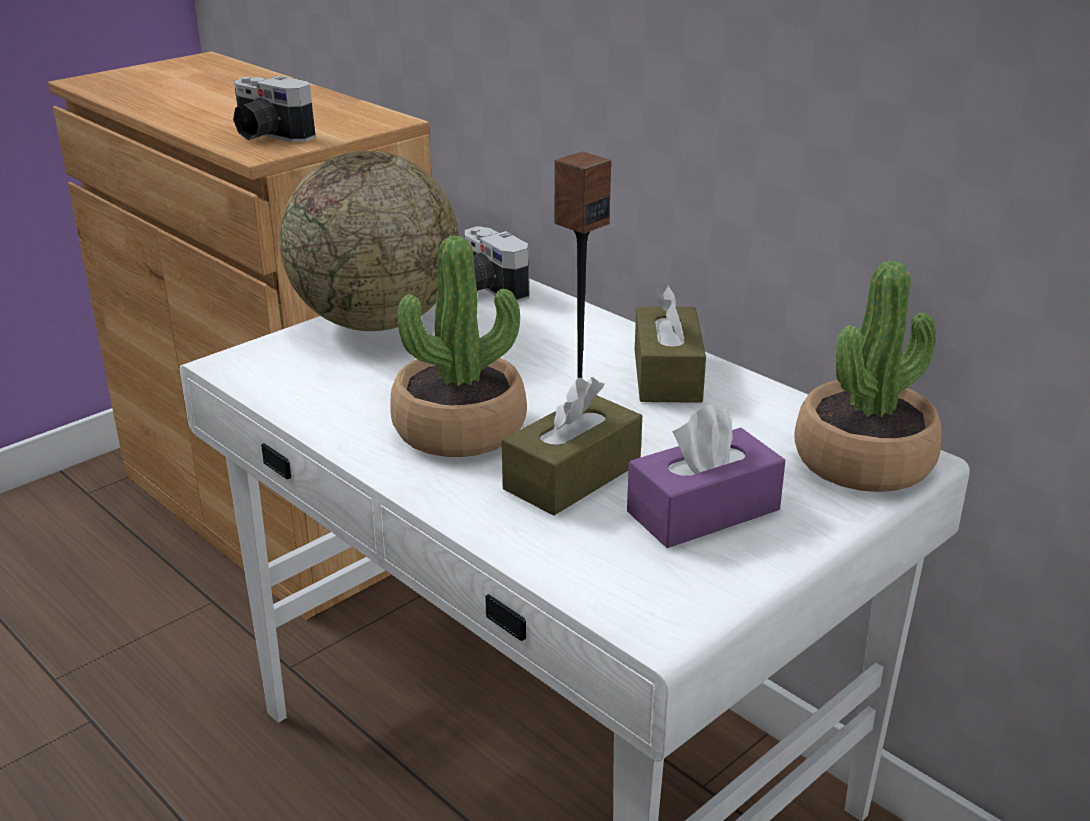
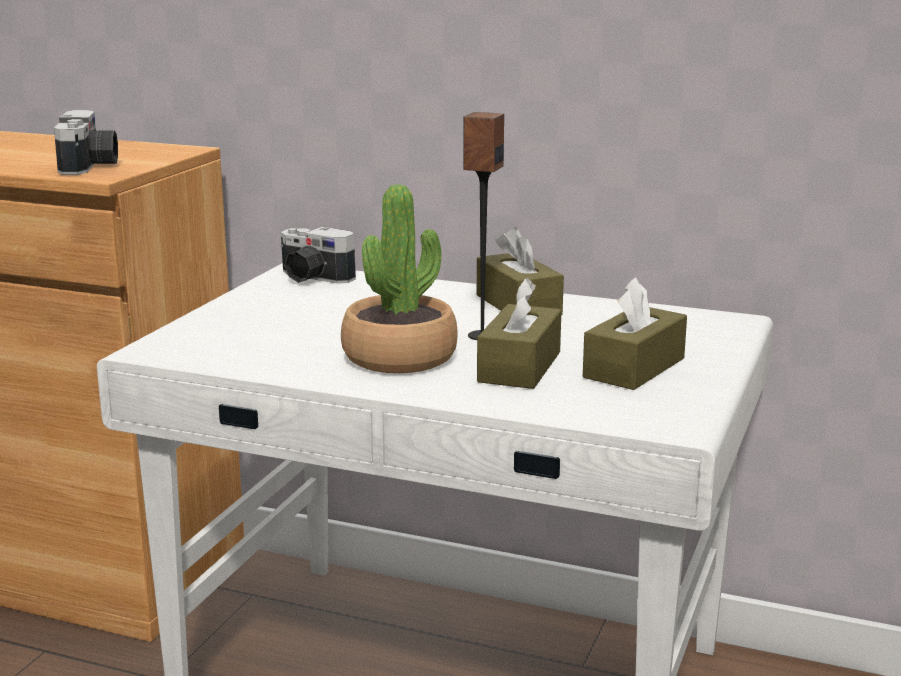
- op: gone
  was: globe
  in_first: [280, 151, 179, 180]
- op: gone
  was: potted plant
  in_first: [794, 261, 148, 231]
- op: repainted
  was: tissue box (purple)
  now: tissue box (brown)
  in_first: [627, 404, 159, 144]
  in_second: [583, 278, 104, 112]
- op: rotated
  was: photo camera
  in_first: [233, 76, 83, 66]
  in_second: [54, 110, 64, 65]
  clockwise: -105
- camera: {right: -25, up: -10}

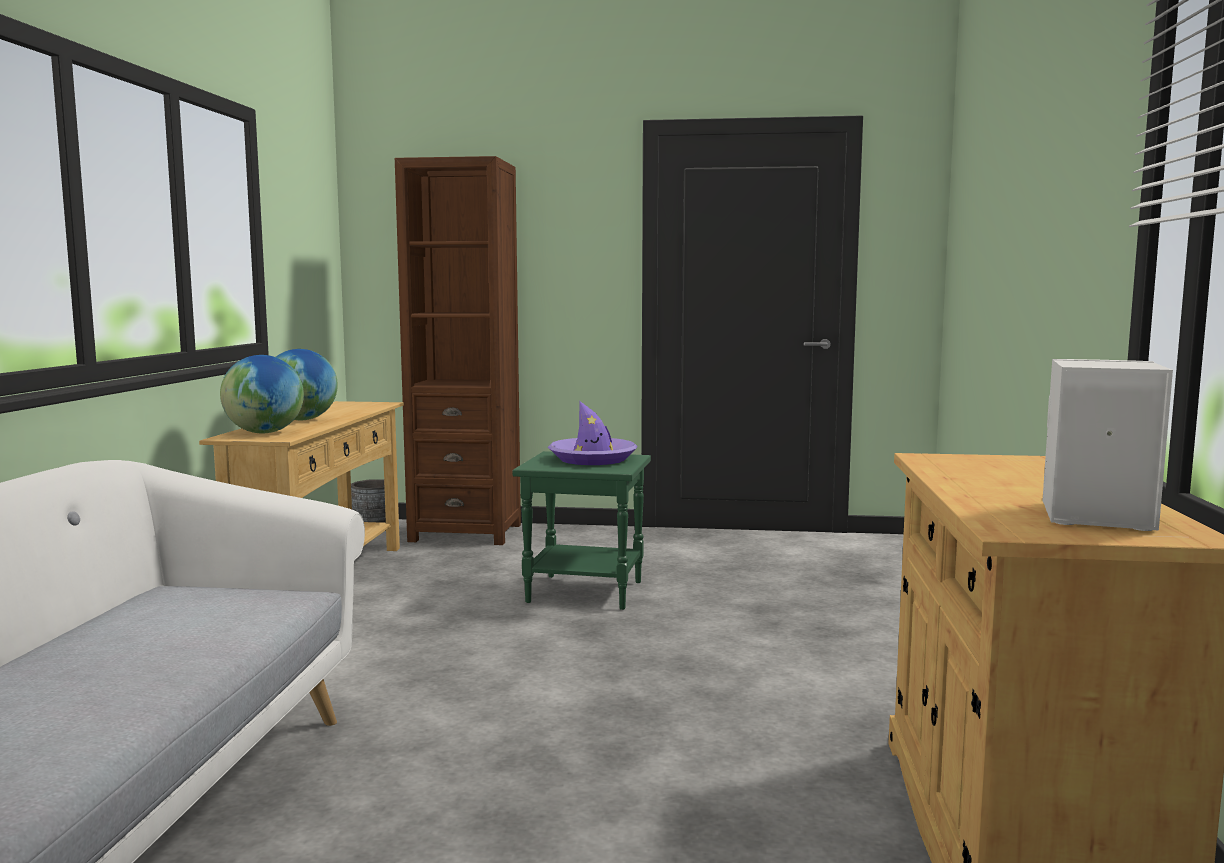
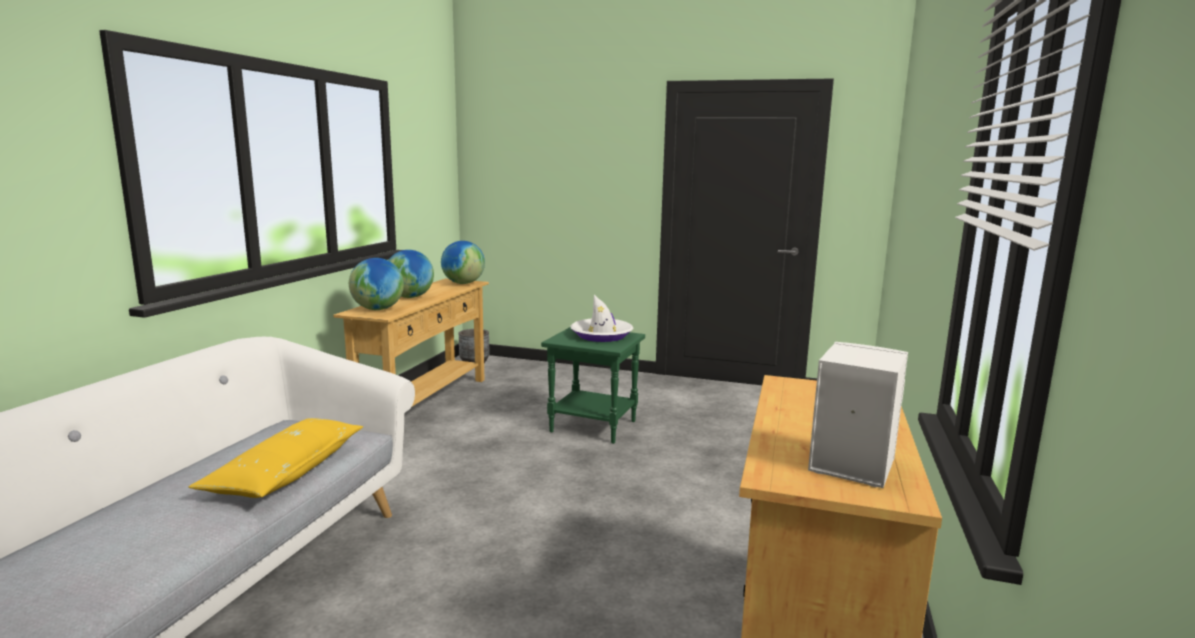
- op: gone
  was: bookcase (brown)
  in_first: [395, 156, 126, 389]
- op: new
  now: pillow (yellow)
  in_second: [188, 418, 175, 80]
- op: new
  now: globe
  in_second: [441, 241, 44, 43]
- op: repainted
  was: hat (purple)
  now: hat (white)
  in_first: [548, 401, 90, 64]
  in_second: [571, 295, 63, 47]
- camera: {right: 10, up: 5}

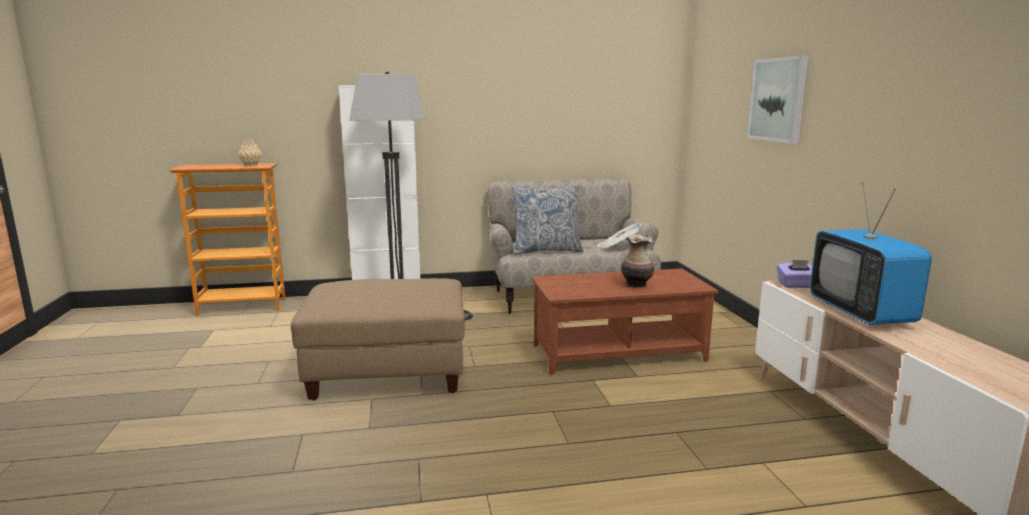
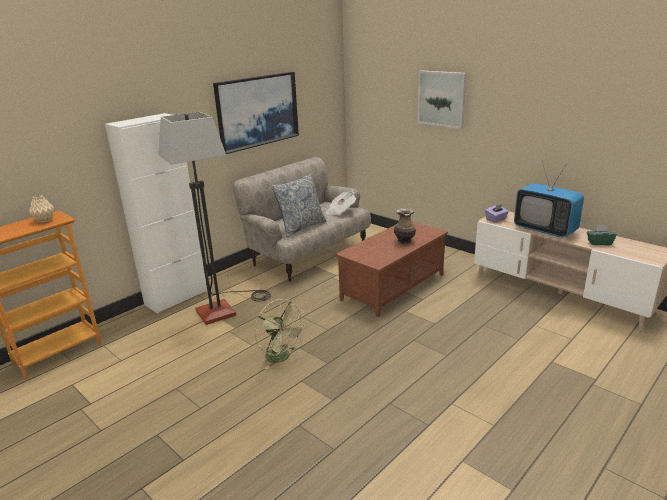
- op: new
  now: picture
  in_second: [213, 72, 86, 82]
- op: new
  now: tissue box (green)
  in_second: [587, 225, 30, 20]
- op: swapped
  was: ottoman (beige)
  now: fan (green)
  in_first: [291, 278, 174, 122]
  in_second: [255, 299, 51, 70]
- camera: {right: -35, up: 10}

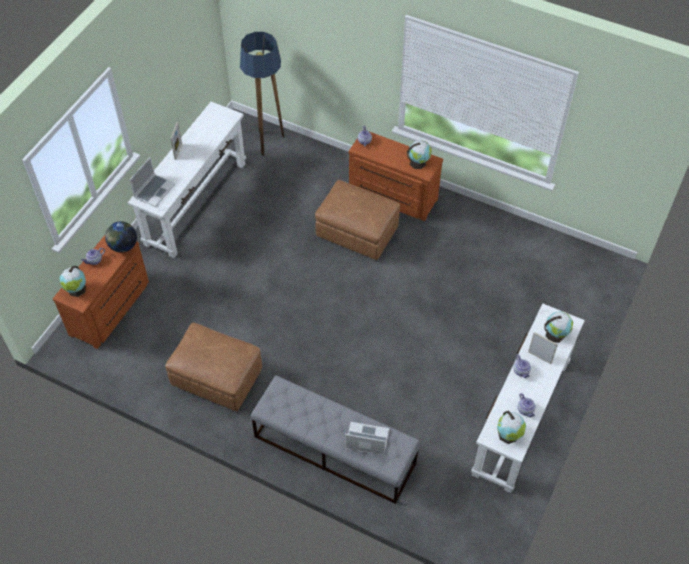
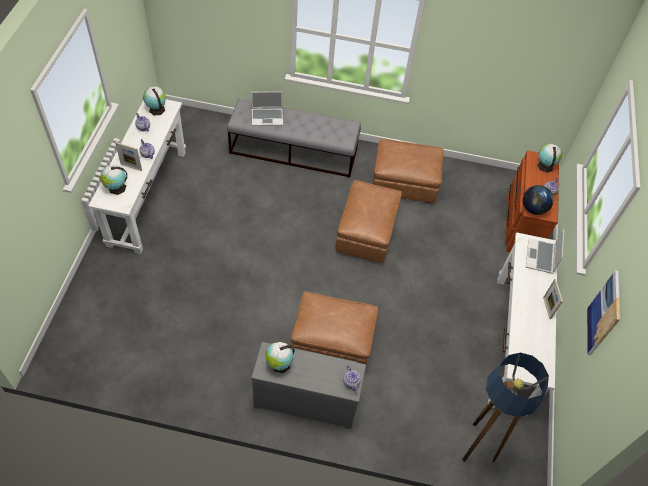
- op: new
  now: ottoman (brown)
  in_second: [335, 180, 67, 83]
- op: new
  now: picture
  in_second: [587, 270, 33, 86]
- op: repainted
  was: dresser (brown)
  now: dresser (grey)
  in_first: [349, 132, 94, 89]
  in_second: [251, 342, 115, 87]
- camera: {right: 160, up: 0}

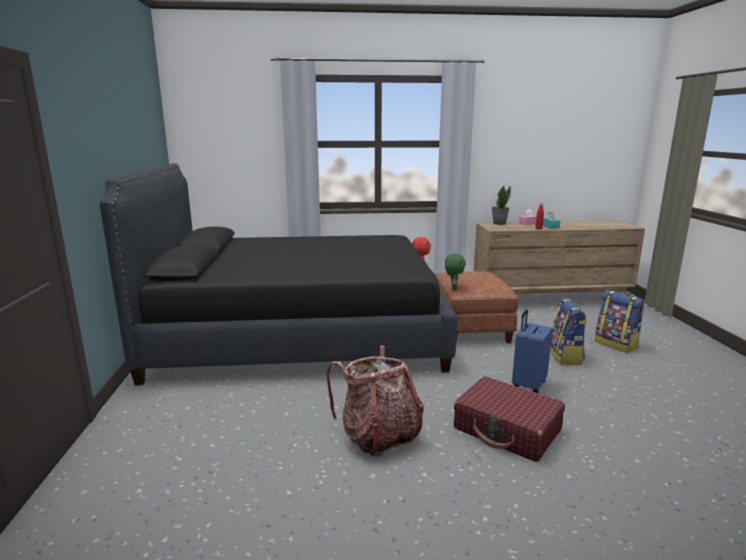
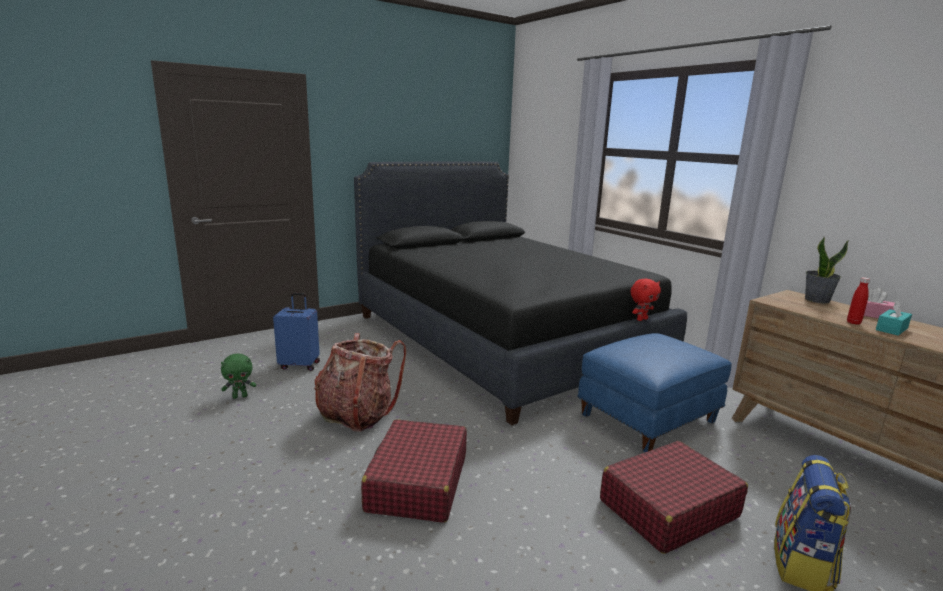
- op: shifted
  was: plush toy (green)
  in_first: [445, 253, 21, 37]
  in_second: [221, 354, 35, 45]
- op: shifted
  was: suitcase (blue)
  in_first: [512, 310, 41, 83]
  in_second: [273, 293, 47, 78]
- op: swapped
  was: backpack
  now: suitcase (red)
  in_first: [550, 298, 37, 67]
  in_second: [600, 441, 148, 113]
- op: repainted
  was: ottoman (brown)
  now: ottoman (blue)
  in_first: [435, 271, 84, 72]
  in_second: [577, 333, 155, 119]
- camera: {right: 60, up: 0}

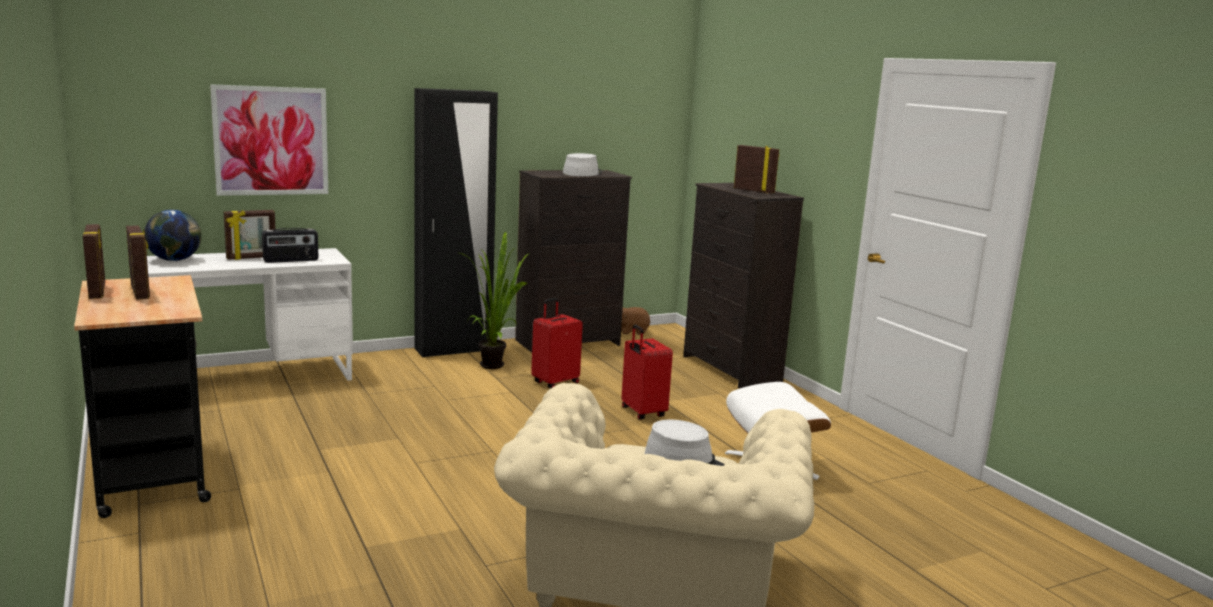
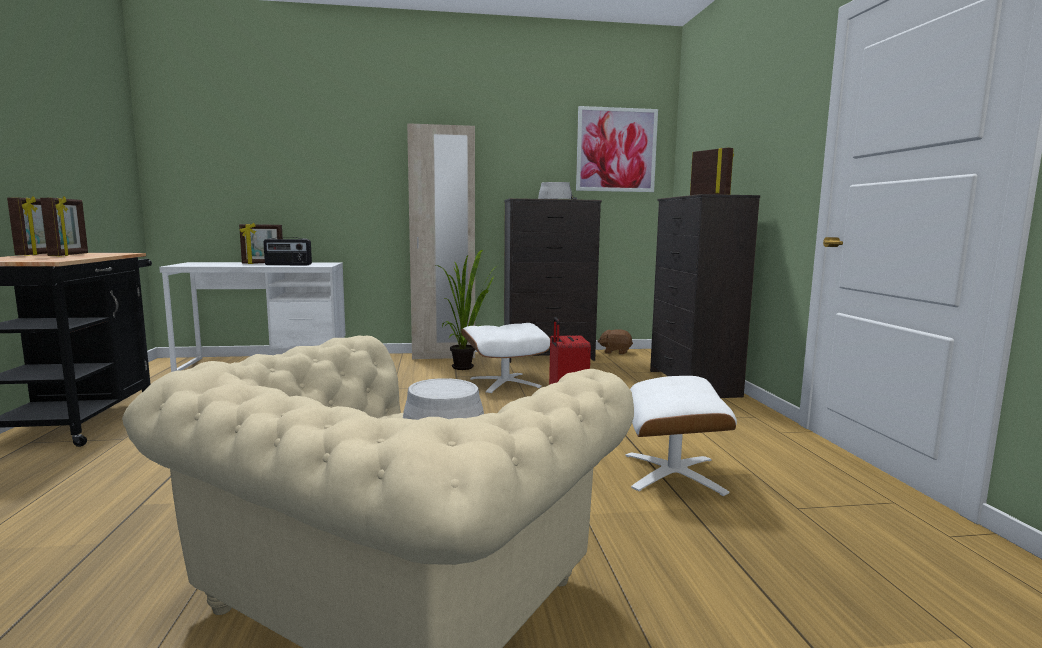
- op: gone
  was: globe
  in_first: [144, 210, 57, 51]
- op: shifted
  was: picture
  in_first: [210, 84, 118, 112]
  in_second: [576, 106, 82, 86]
- op: swapped
  was: suitcase (red)
  now: ottoman (white)
  in_first: [531, 298, 52, 91]
  in_second: [461, 323, 89, 70]
- op: repainted
  was: wardrobe (black)
  now: wardrobe (beige)
  in_first: [414, 88, 84, 269]
  in_second: [407, 123, 68, 236]
- camera: {right: 20, up: -5}

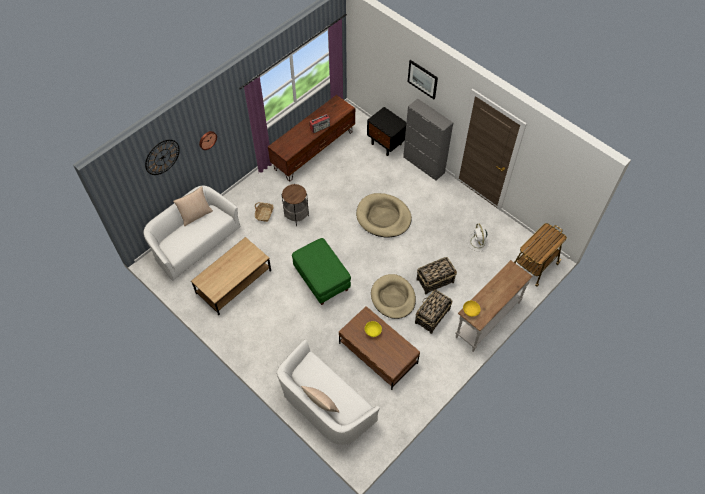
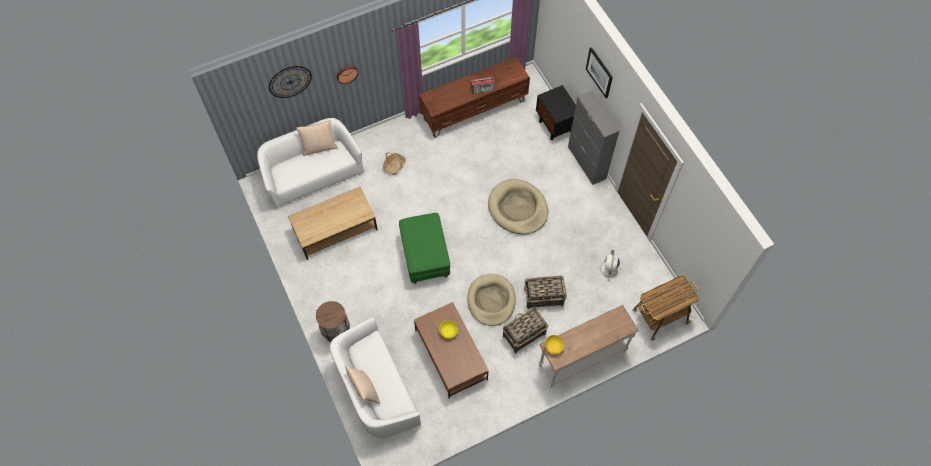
- op: shifted
  was: side table
  in_first: [282, 184, 27, 42]
  in_second: [316, 301, 34, 42]
- camera: {right: 20, up: 5}

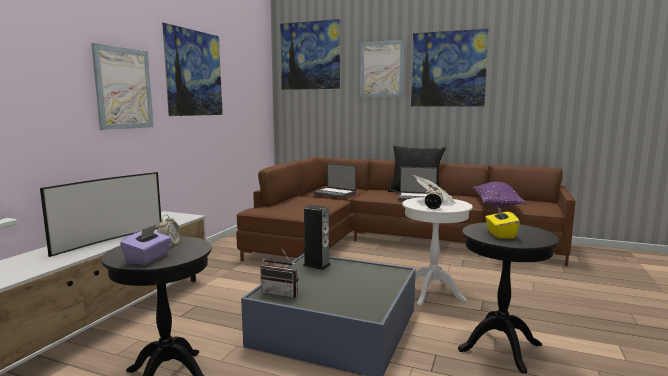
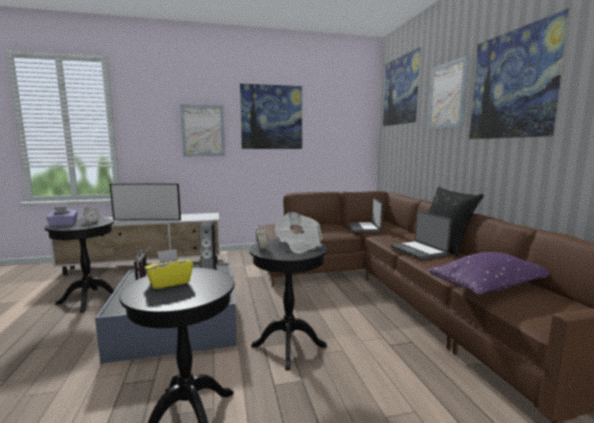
- op: repainted
  was: side table (white)
  now: side table (black)
  in_first: [402, 197, 71, 109]
  in_second: [249, 238, 79, 132]
- camera: {right: 55, up: 0}

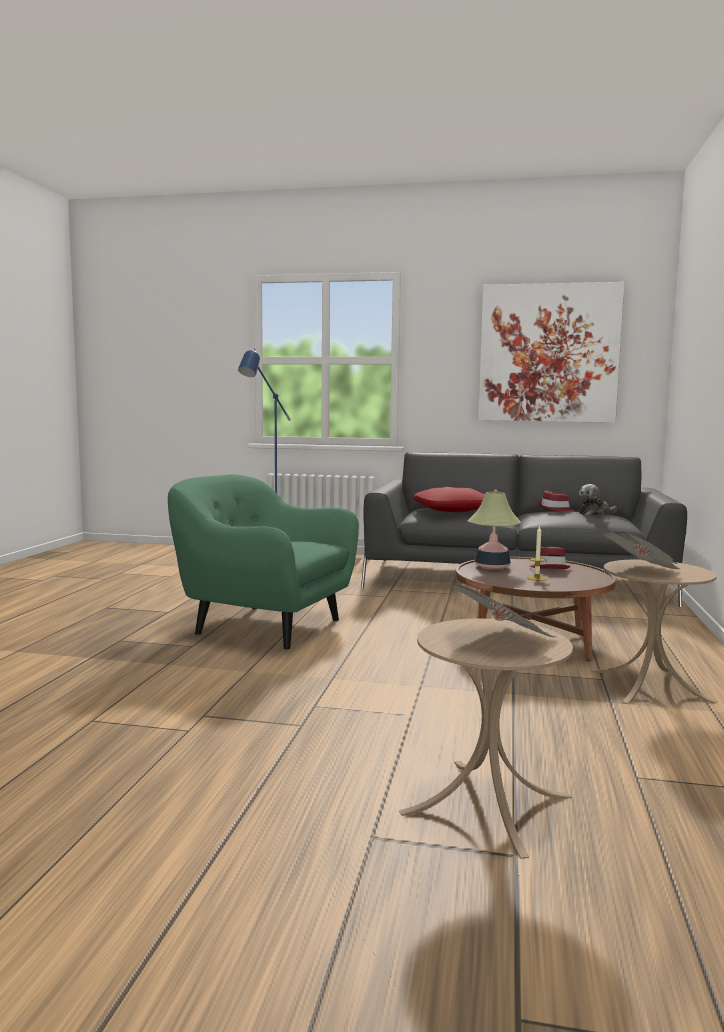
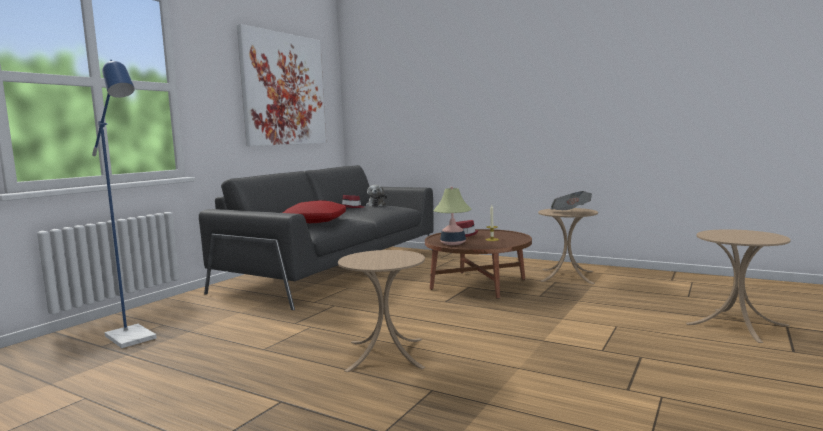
- op: gone
  was: newspaper
  in_first: [449, 585, 106, 52]
- op: swapped
  was: armchair (green)
  now: side table (beige)
  in_first: [168, 474, 191, 176]
  in_second: [338, 250, 87, 122]
- camera: {right: -70, up: 0}

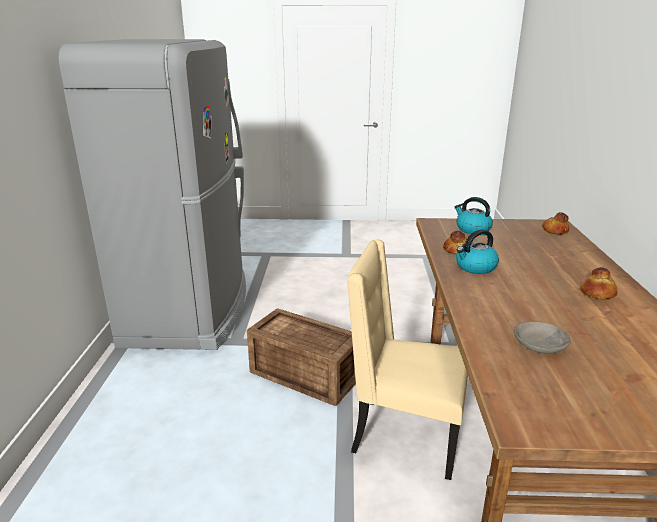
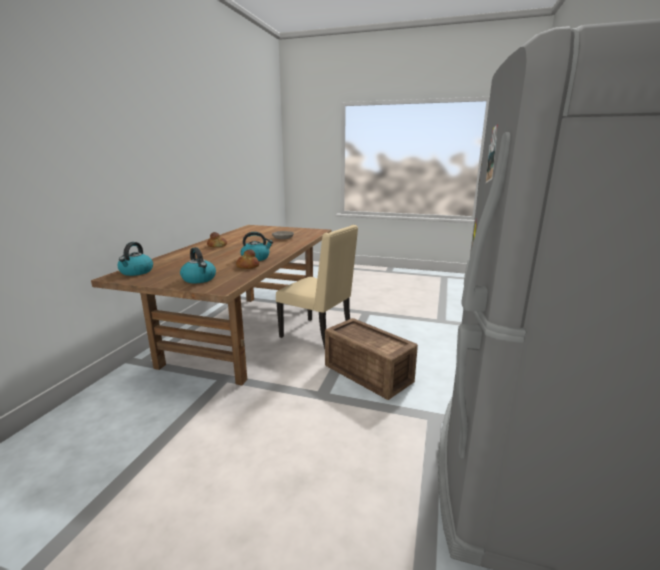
- op: swapped
  was: bread
  now: kettle
  in_first: [542, 212, 27, 23]
  in_second: [117, 242, 36, 34]
- camera: {right: -165, up: -5}

